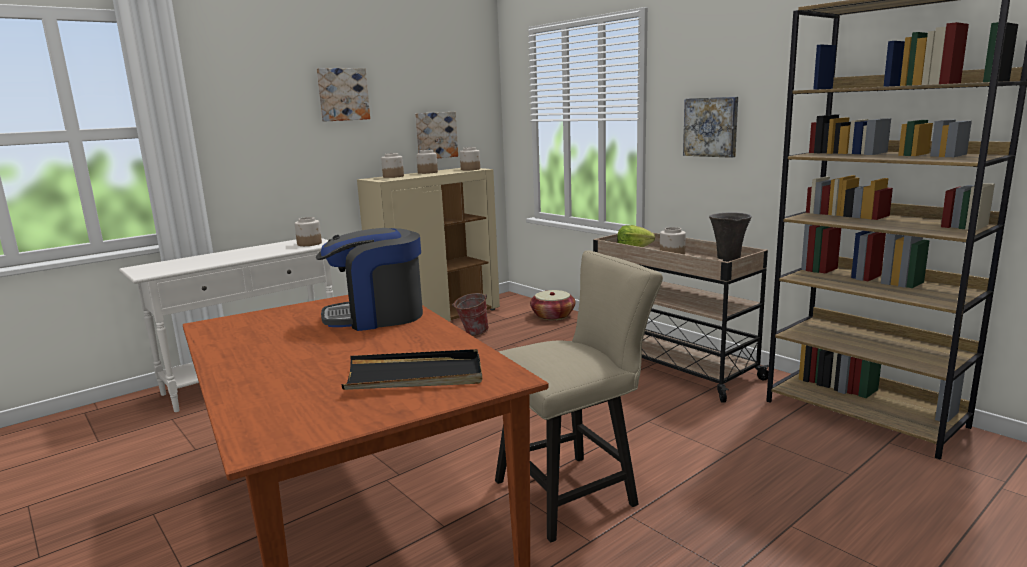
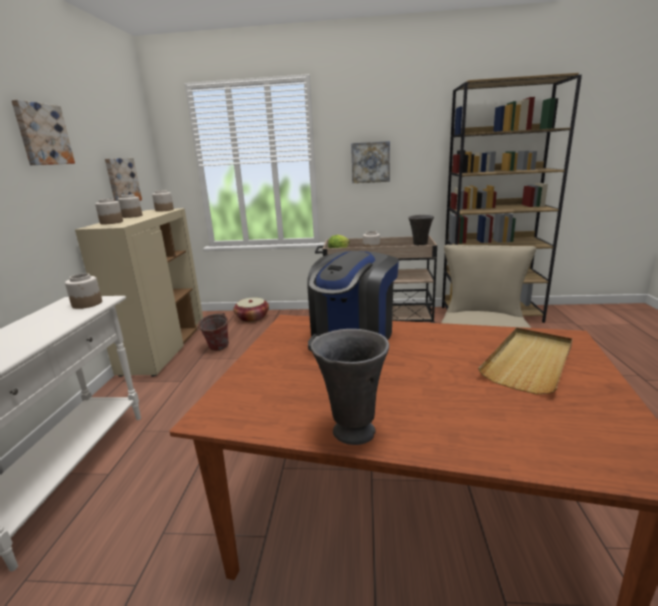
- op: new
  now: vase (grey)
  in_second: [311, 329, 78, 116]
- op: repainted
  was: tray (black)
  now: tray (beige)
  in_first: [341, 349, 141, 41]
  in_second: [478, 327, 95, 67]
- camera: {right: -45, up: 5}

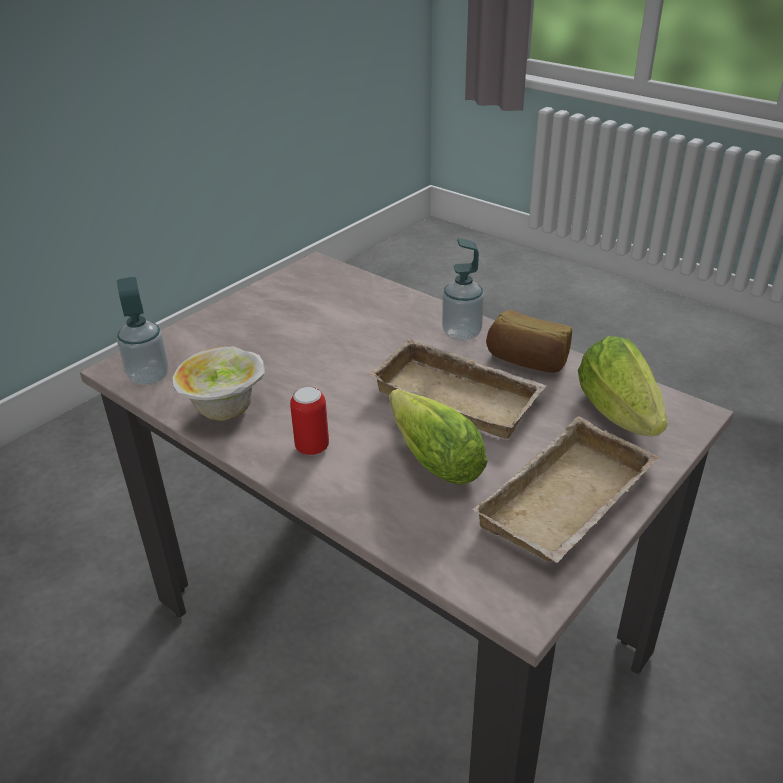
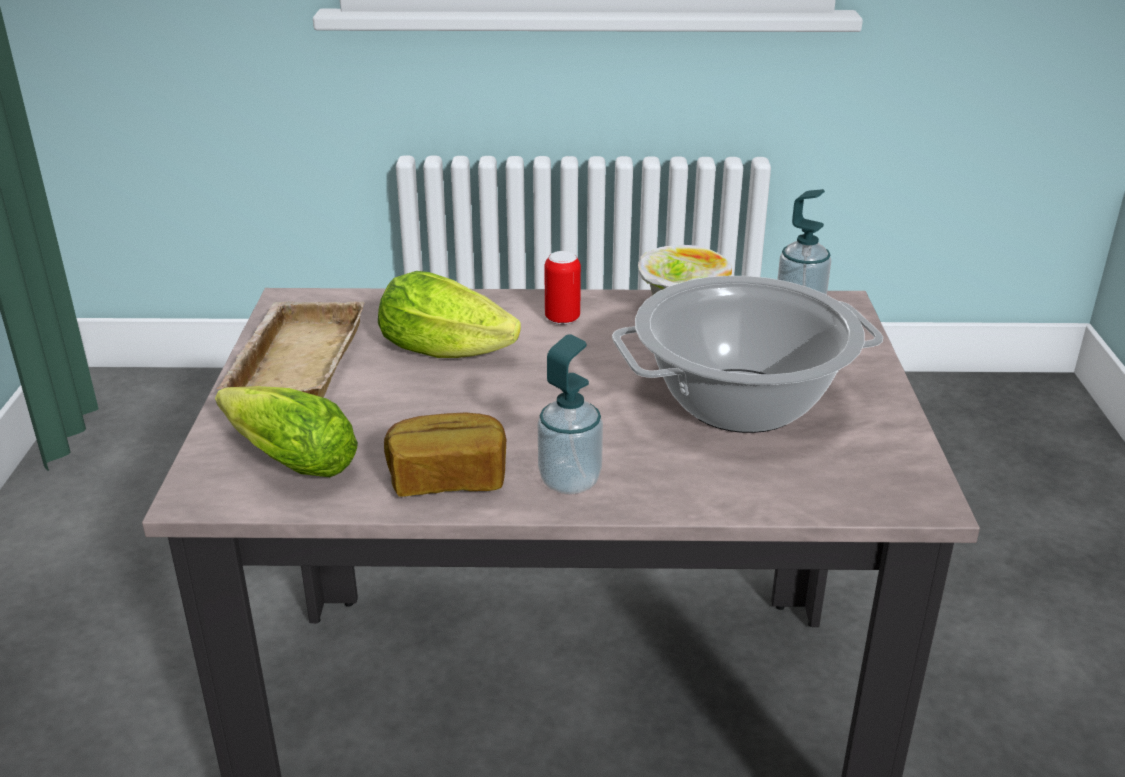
- op: gone
  was: tray (beige)
  in_first: [368, 339, 179, 100]
- op: new
  now: cooking pot
  in_second: [612, 276, 271, 157]
- camera: {right: 140, up: -5}

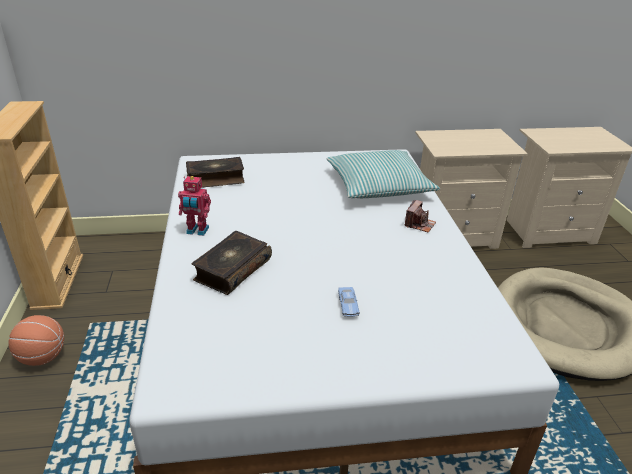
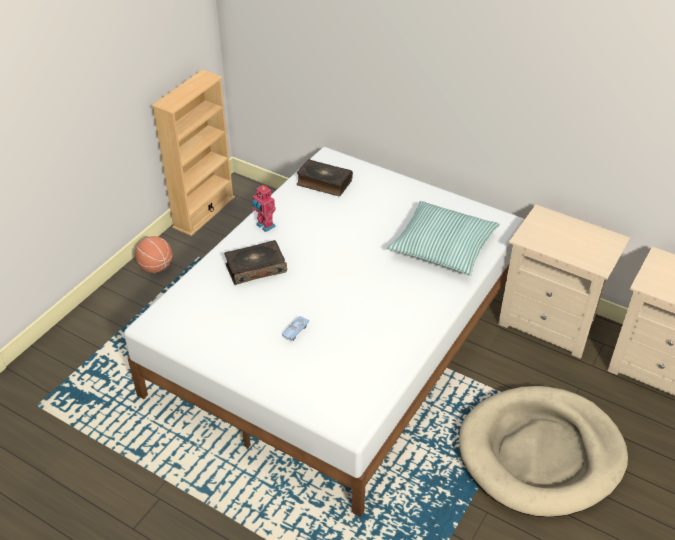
- op: gone
  was: photo camera
  in_first: [405, 200, 31, 33]
- camera: {right: 40, up: 10}

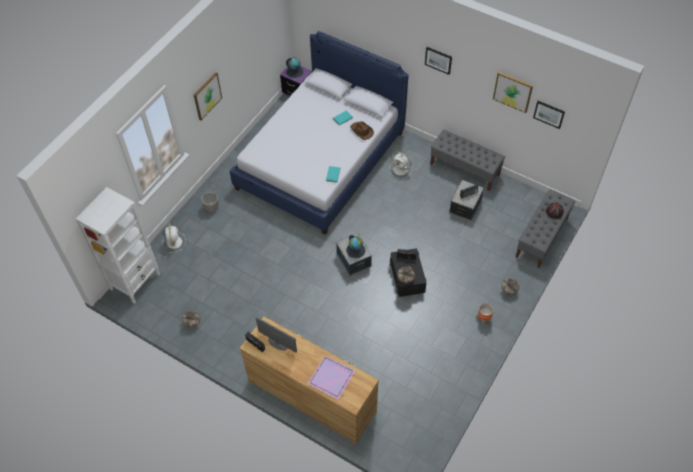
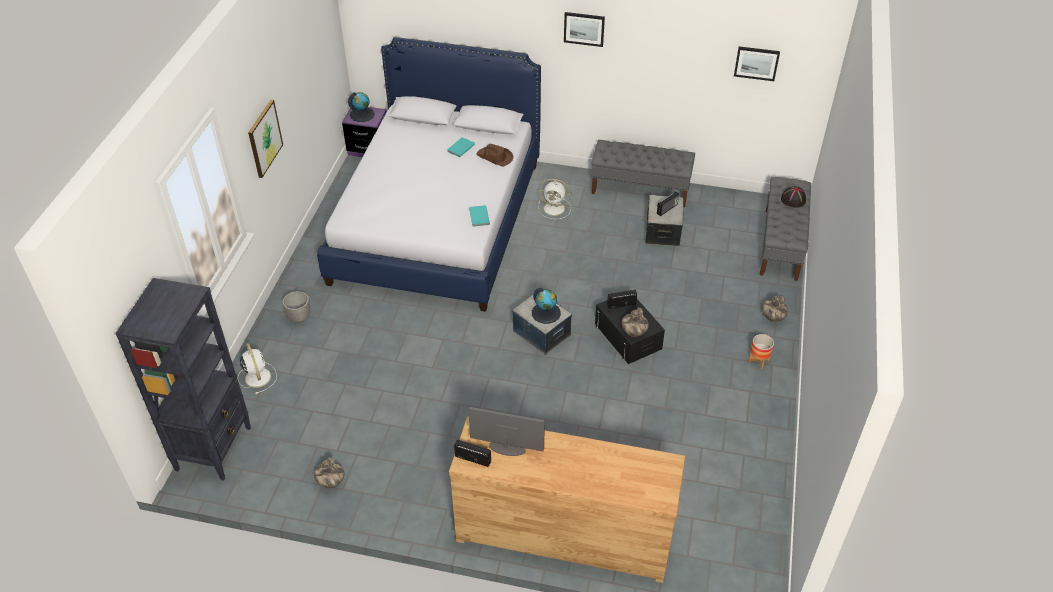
- op: gone
  was: tray (purple)
  in_first: [307, 356, 48, 44]
- op: gone
  was: picture
  in_first: [493, 72, 40, 41]
- op: repainted
  was: bookcase (white)
  now: bookcase (black)
  in_first: [76, 187, 84, 117]
  in_second: [115, 278, 136, 203]
- camera: {right: -20, up: -10}

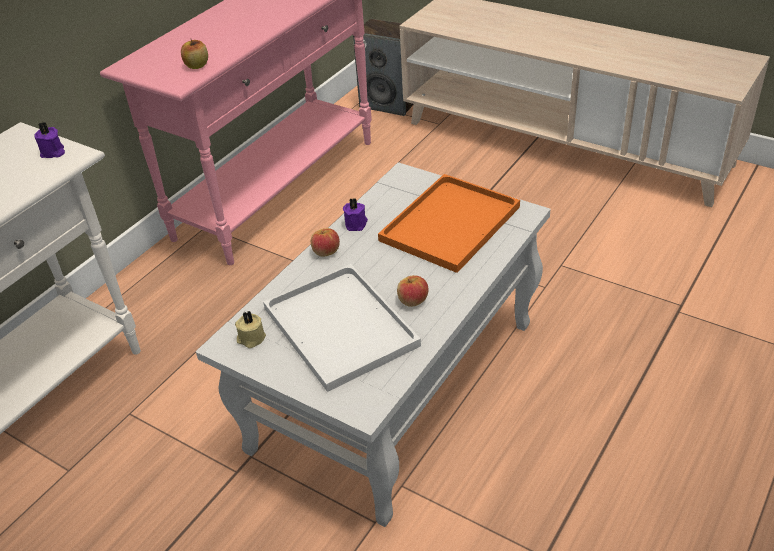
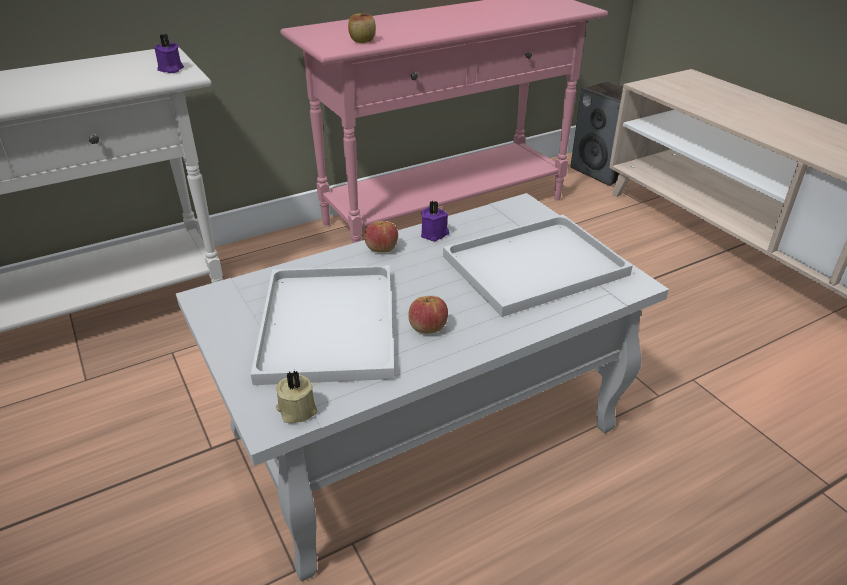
- op: shifted
  was: candle (beige)
  in_first: [235, 311, 31, 37]
  in_second: [276, 370, 41, 53]
- op: repainted
  was: tray (orange)
  now: tray (white)
  in_first: [378, 174, 142, 99]
  in_second: [443, 214, 190, 103]
- camera: {right: 25, up: -5}

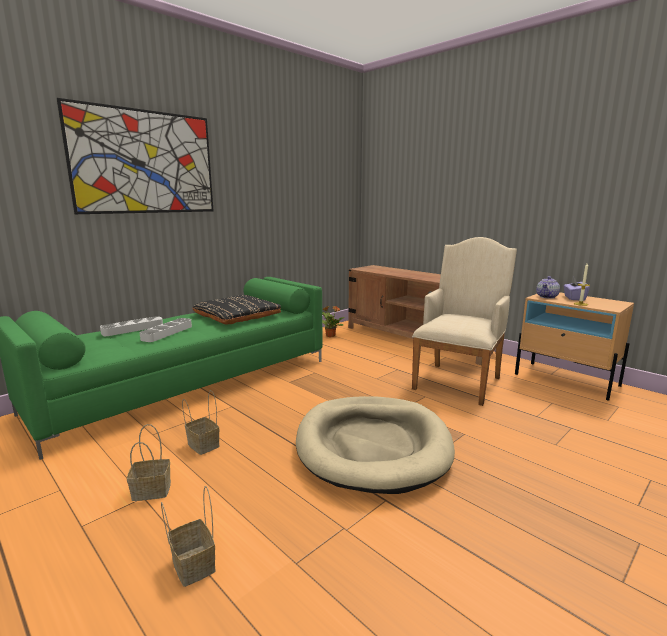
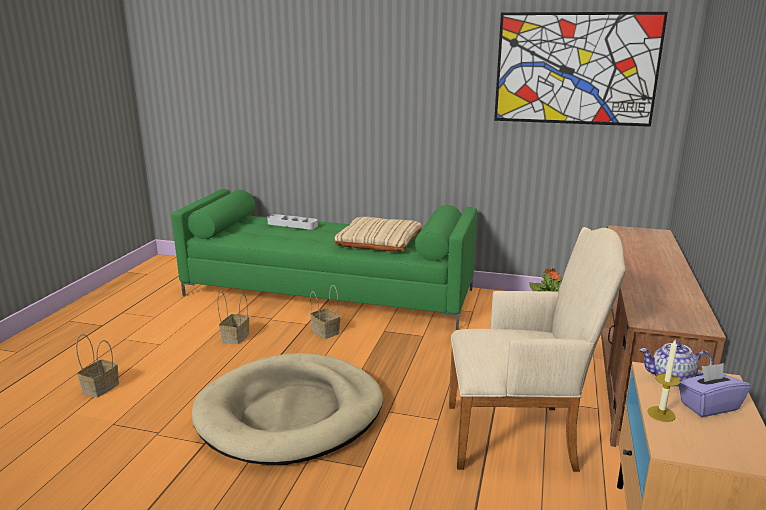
- op: gone
  was: tray (grey)
  in_first: [140, 318, 52, 24]
- op: shifted
  was: picture
  in_first: [57, 98, 157, 116]
  in_second: [494, 12, 174, 115]
- op: shifted
  was: basket
  in_first: [127, 424, 44, 77]
  in_second: [310, 285, 30, 54]
- op: repainted
  was: pillow (black)
  now: pillow (beige)
  in_first: [192, 295, 89, 30]
  in_second: [334, 217, 88, 35]
- camera: {right: 60, up: 5}

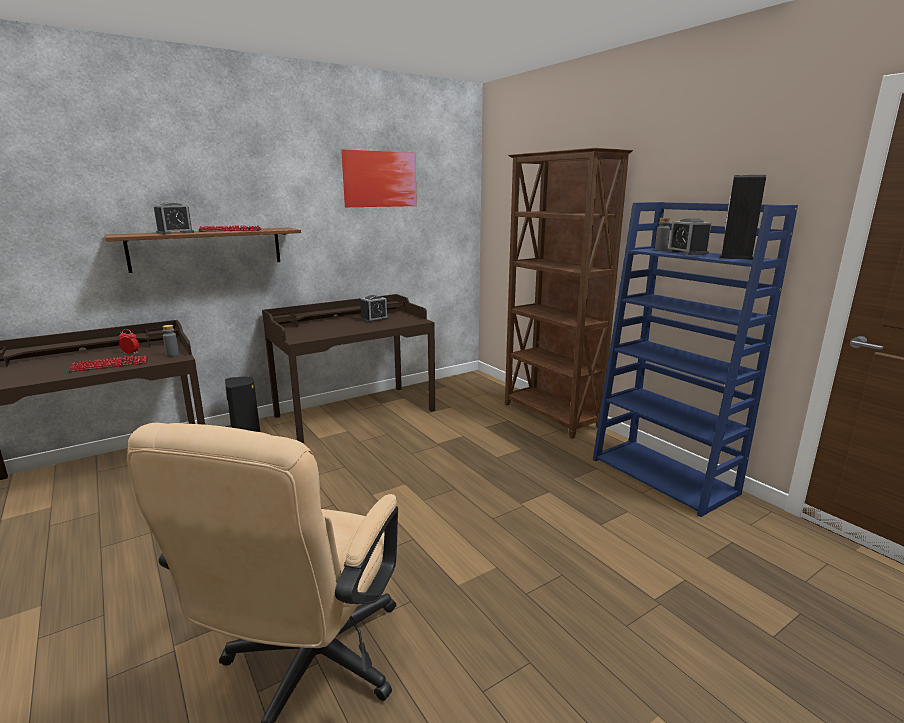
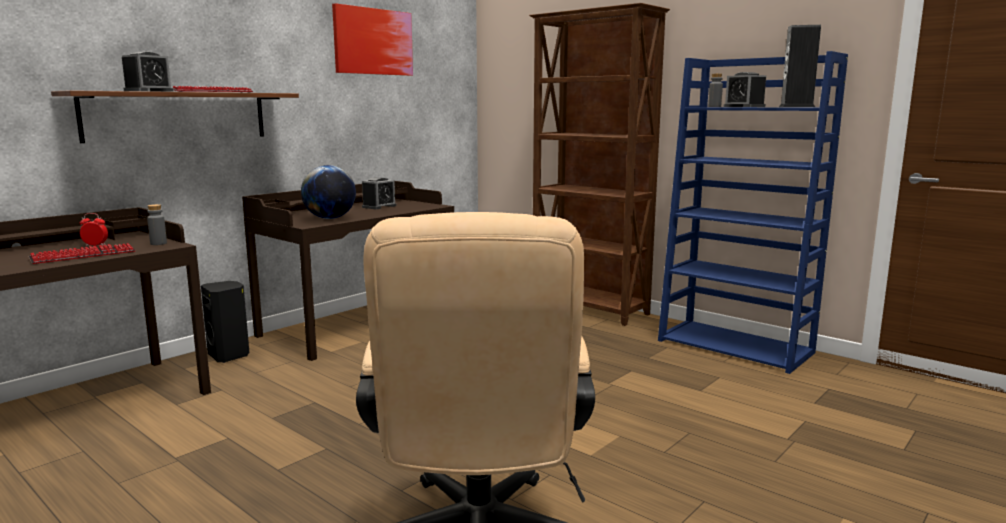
- op: new
  now: globe
  in_second: [301, 165, 55, 54]
- camera: {right: -15, up: -5}

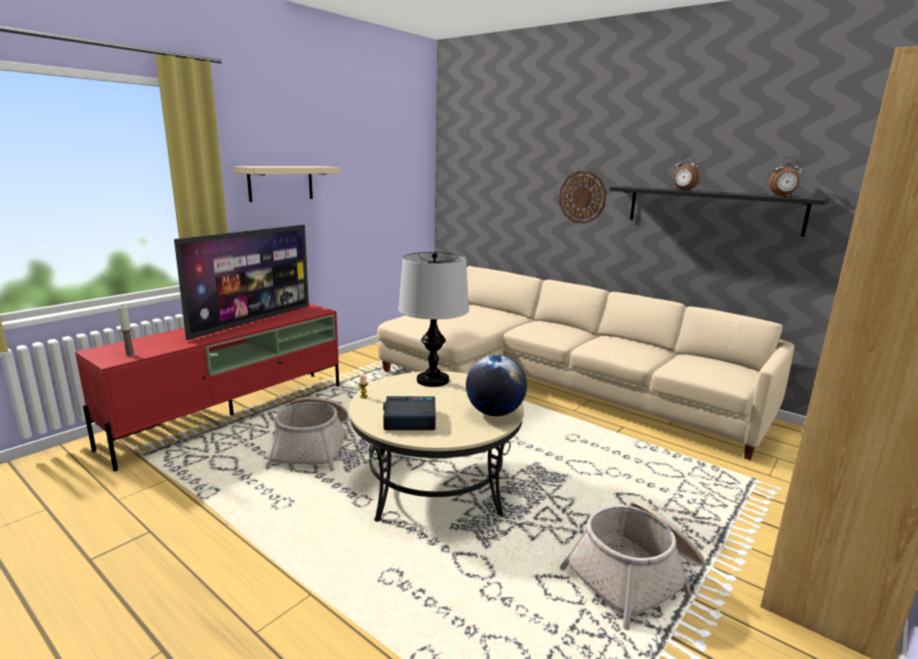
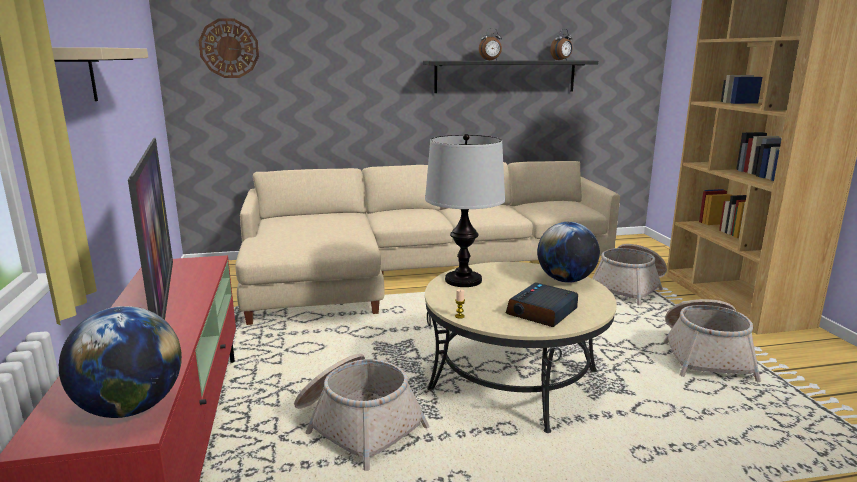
- op: new
  now: basket
  in_second: [592, 244, 75, 62]
- op: shifted
  was: wall clock
  in_first: [559, 171, 48, 53]
  in_second: [199, 18, 60, 60]
- op: swapped
  was: candle
  now: globe
  in_first: [117, 306, 18, 50]
  in_second: [59, 306, 123, 112]
- camera: {right: -50, up: 0}

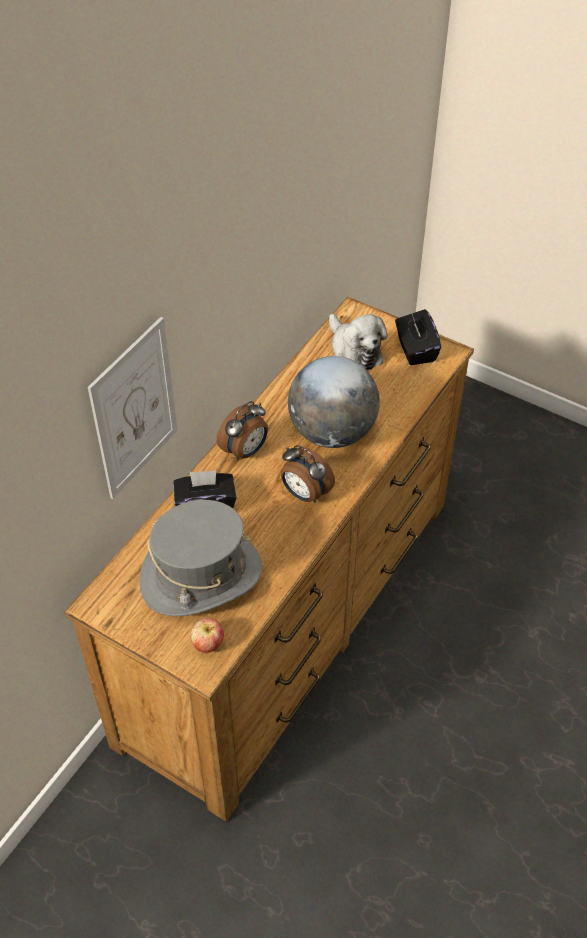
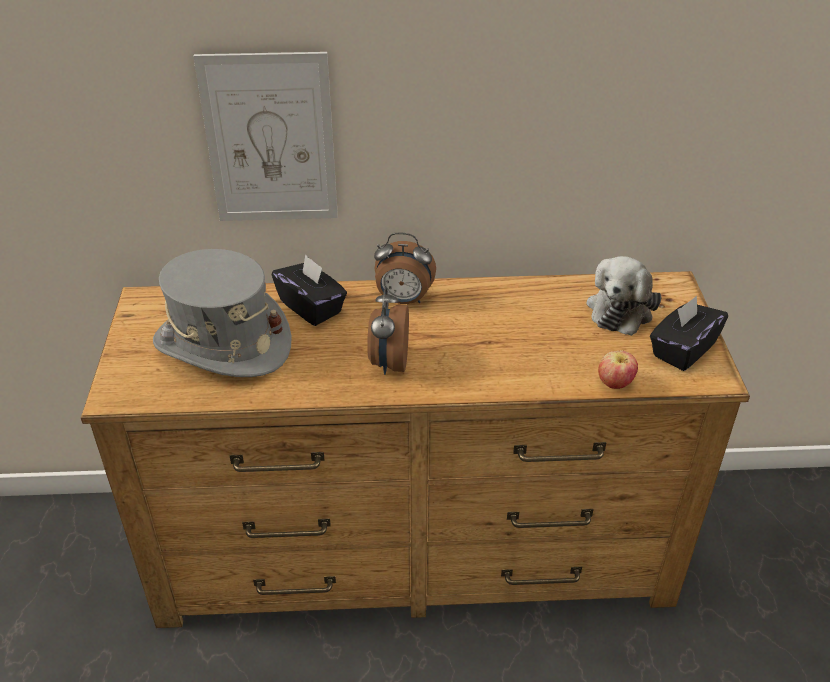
- op: gone
  was: globe
  in_first: [288, 356, 92, 92]
- op: shifted
  was: apple
  in_first: [191, 618, 33, 35]
  in_second: [598, 350, 40, 39]
- camera: {right: 55, up: -10}

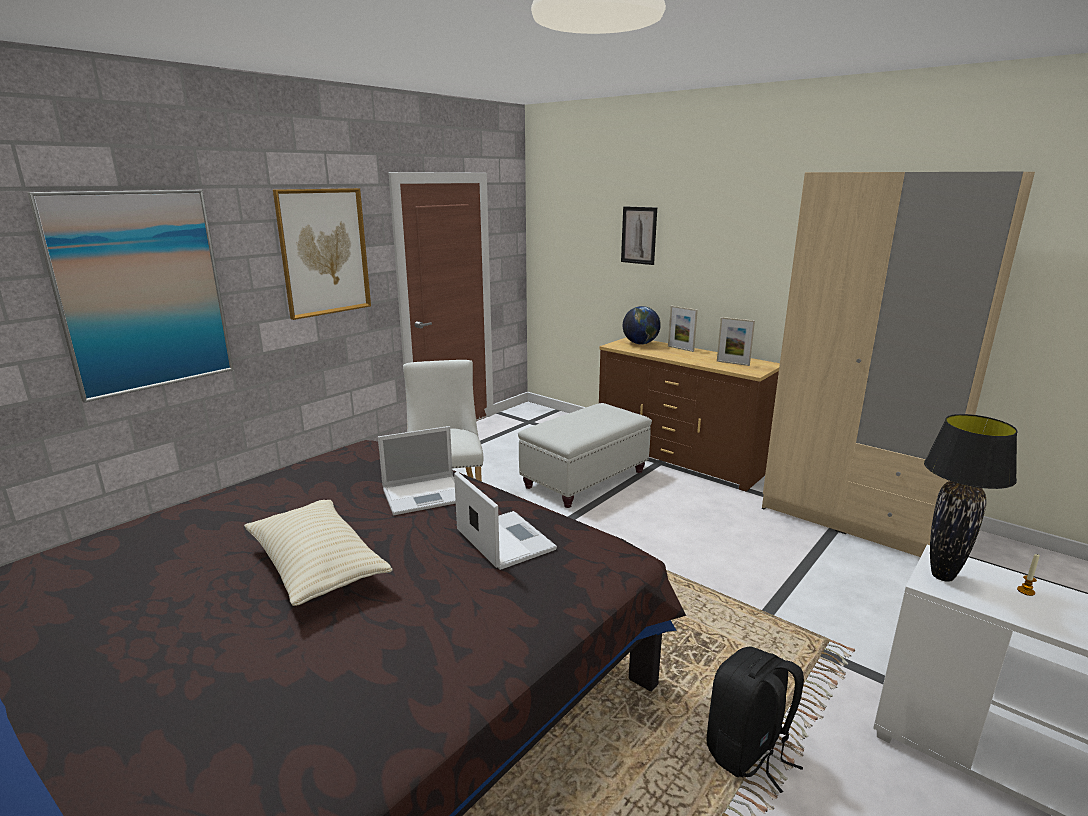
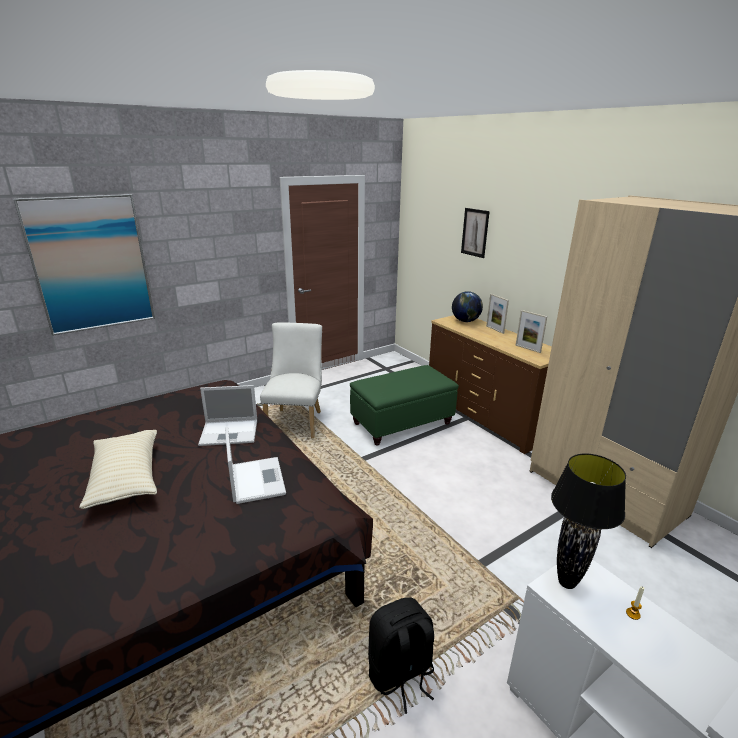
- op: gone
  was: picture
  in_first: [273, 188, 98, 132]
- op: repainted
  was: ottoman (white)
  now: ottoman (green)
  in_first: [518, 403, 134, 105]
  in_second: [350, 365, 109, 81]
- camera: {right: 15, up: 5}

